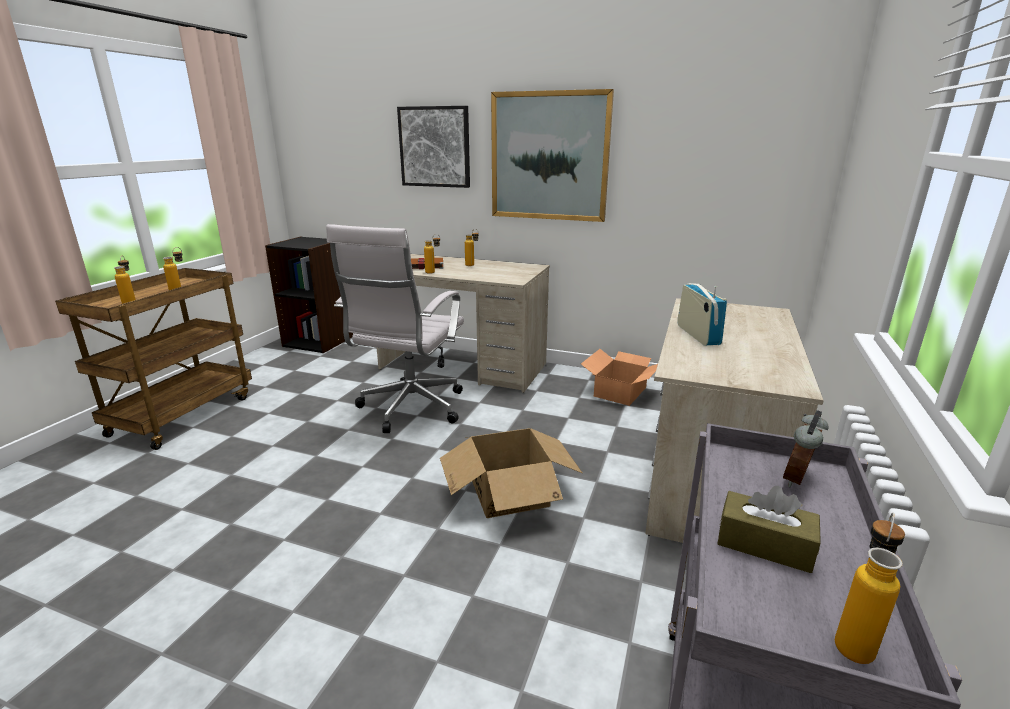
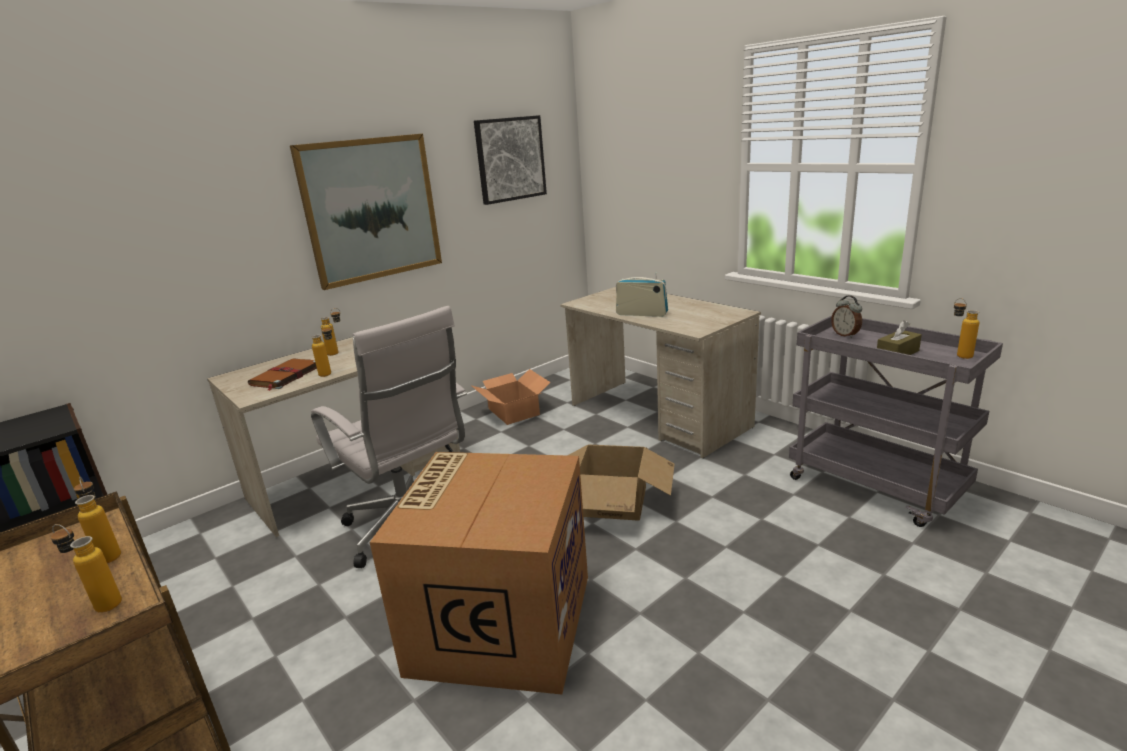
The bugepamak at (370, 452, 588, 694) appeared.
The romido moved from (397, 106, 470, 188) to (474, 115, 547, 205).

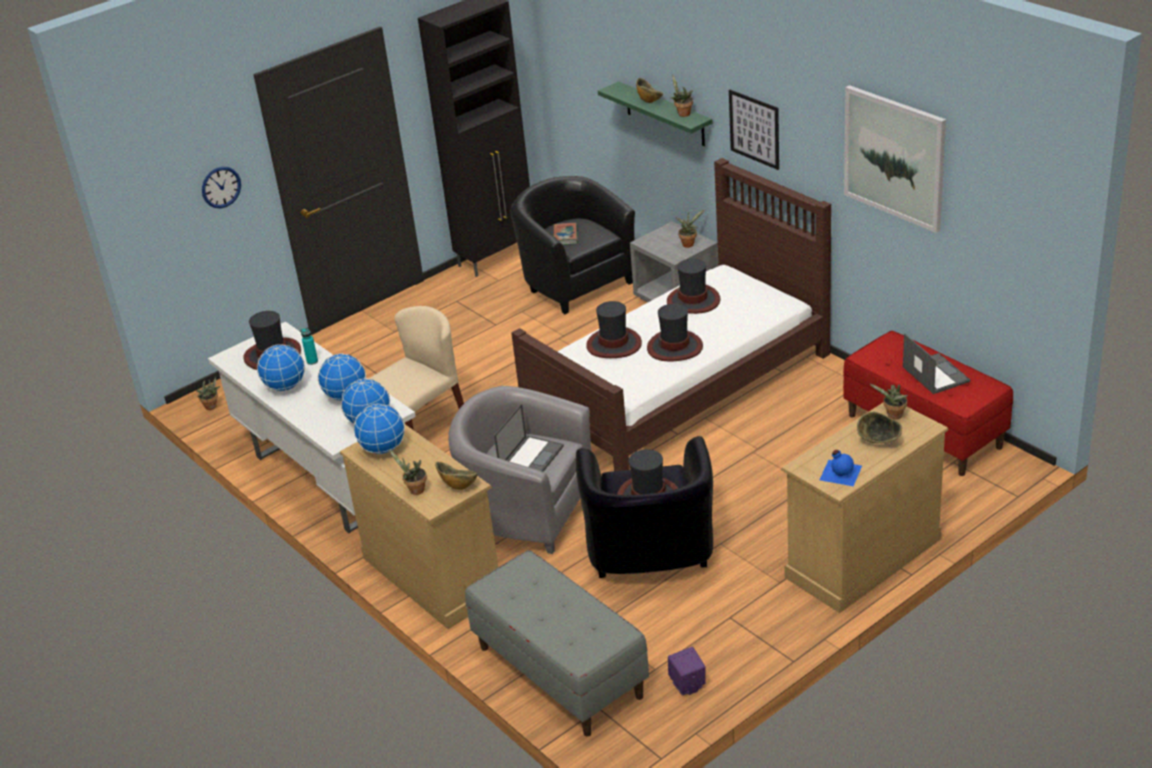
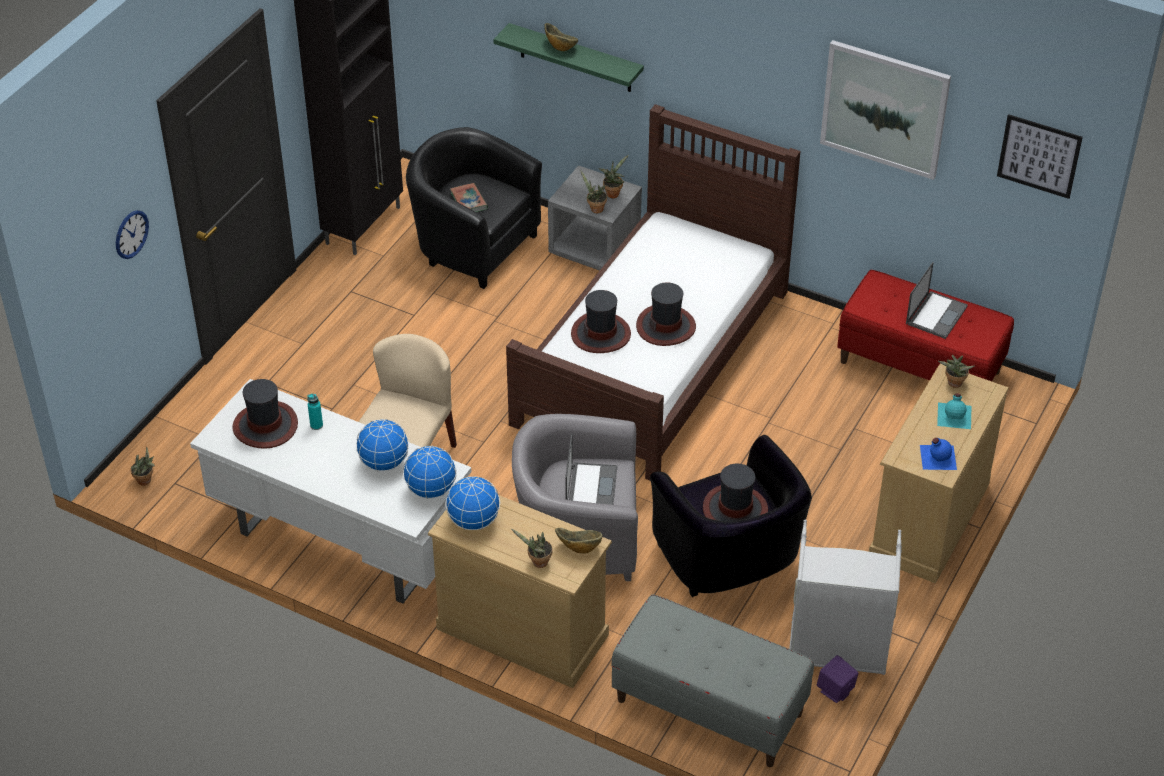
The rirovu at (257, 344, 305, 391) disappeared.
The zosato at (667, 259, 720, 314) disappeared.
The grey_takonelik at (789, 519, 902, 675) appeared.
The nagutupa moved from (671, 75, 693, 117) to (580, 170, 607, 213).
The romido moved from (729, 90, 779, 170) to (997, 114, 1083, 199).
The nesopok at (857, 412, 902, 443) was replaced by the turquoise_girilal at (937, 393, 971, 429).
The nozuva at (903, 333, 970, 394) turned 75 degrees clockwise.

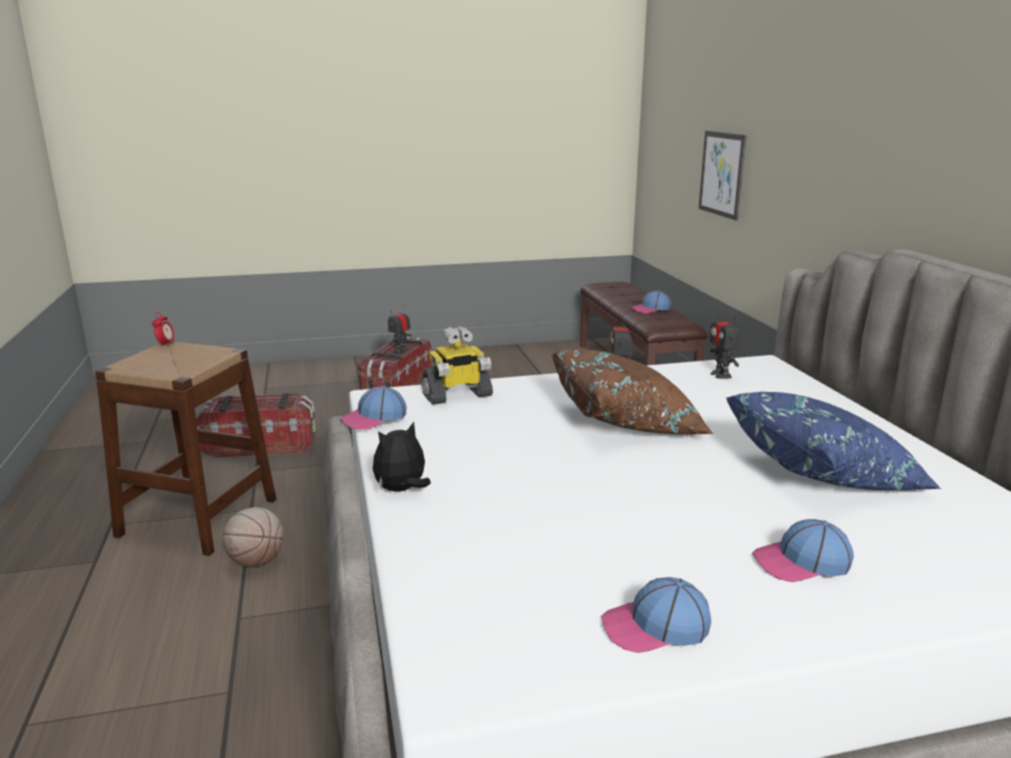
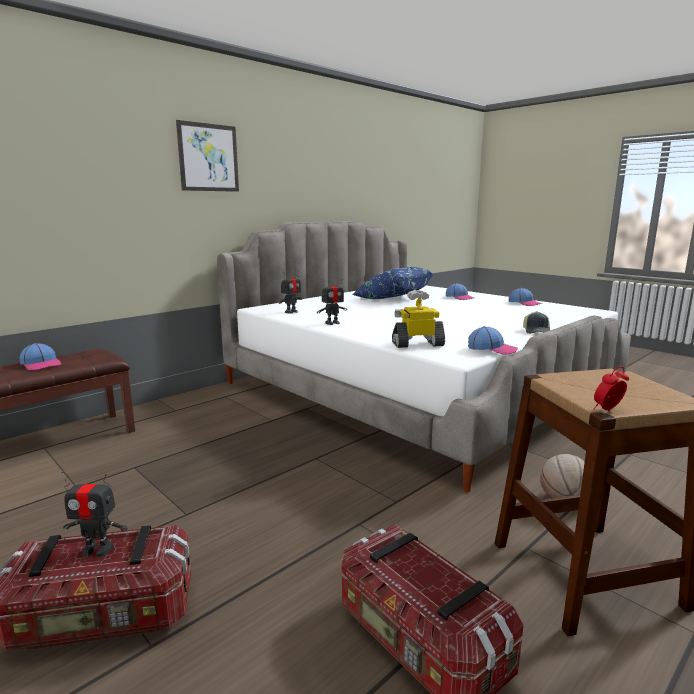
The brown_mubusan at (552, 349, 713, 434) disappeared.
The romido moved from (698, 131, 747, 220) to (176, 120, 239, 192).
The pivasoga at (373, 422, 431, 492) was replaced by the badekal at (523, 311, 550, 334).
The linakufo at (421, 326, 493, 405) turned 45 degrees counterclockwise.

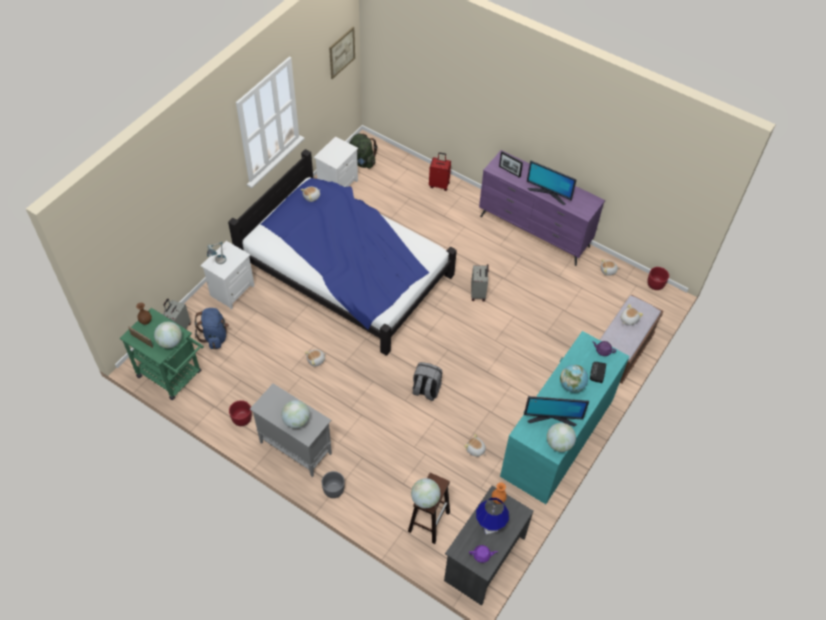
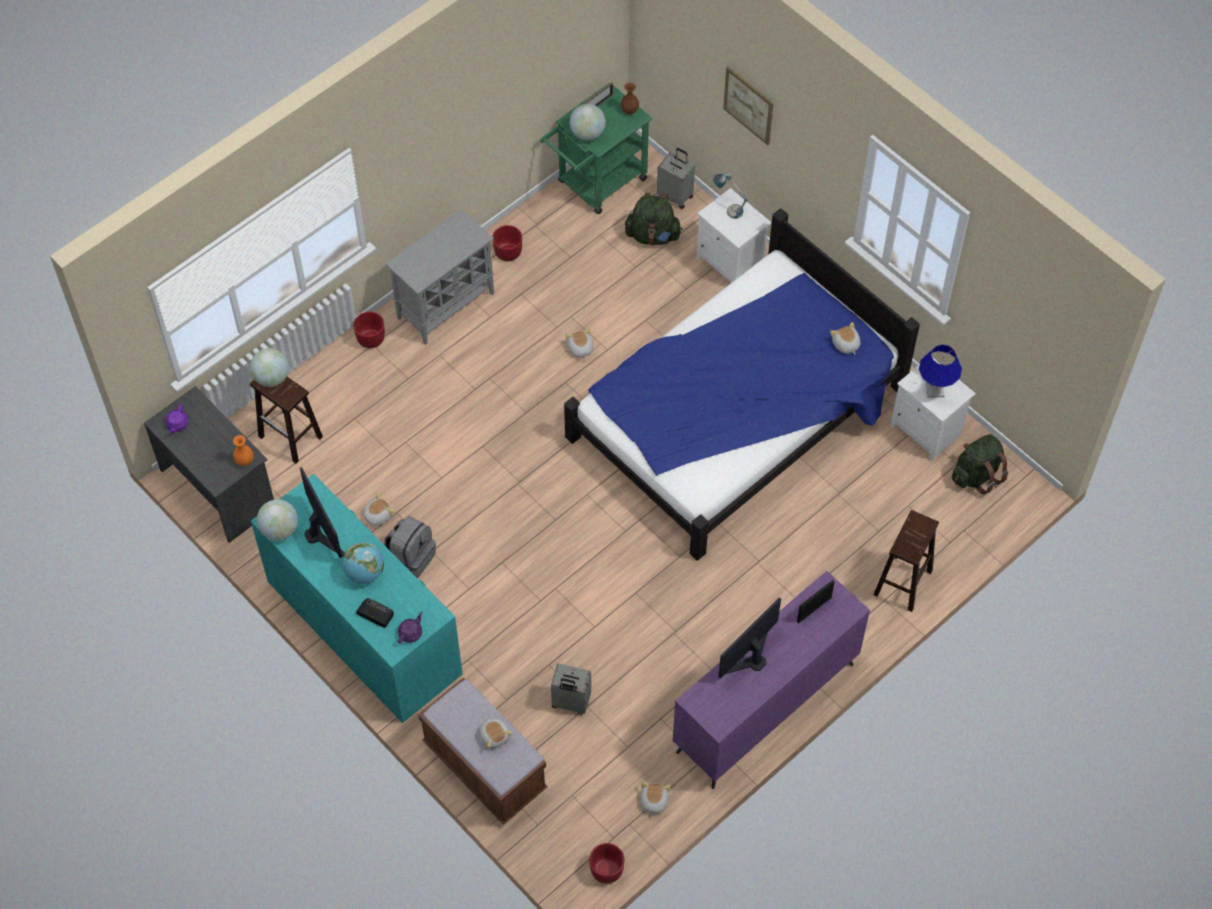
The rirovu at (281, 400, 310, 429) disappeared.
The romido moved from (329, 27, 355, 79) to (723, 67, 774, 145).
The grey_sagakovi moved from (412, 362, 442, 401) to (384, 516, 436, 578).
The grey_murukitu moved from (471, 264, 489, 301) to (551, 664, 591, 714).
The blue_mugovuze moved from (476, 498, 509, 535) to (919, 344, 962, 397).
The red_murukitu at (429, 152, 451, 191) was replaced by the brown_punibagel at (874, 510, 939, 612).
The blue_sagakovi at (194, 308, 229, 349) became the green_sagakovi at (625, 193, 682, 245).
The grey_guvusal at (322, 471, 345, 498) became the red_guvusal at (353, 312, 385, 348).
The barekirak at (524, 396, 589, 426) turned 135 degrees clockwise.

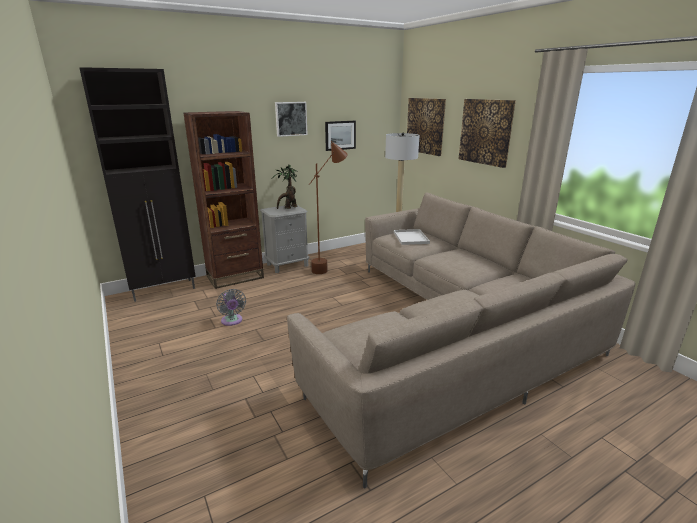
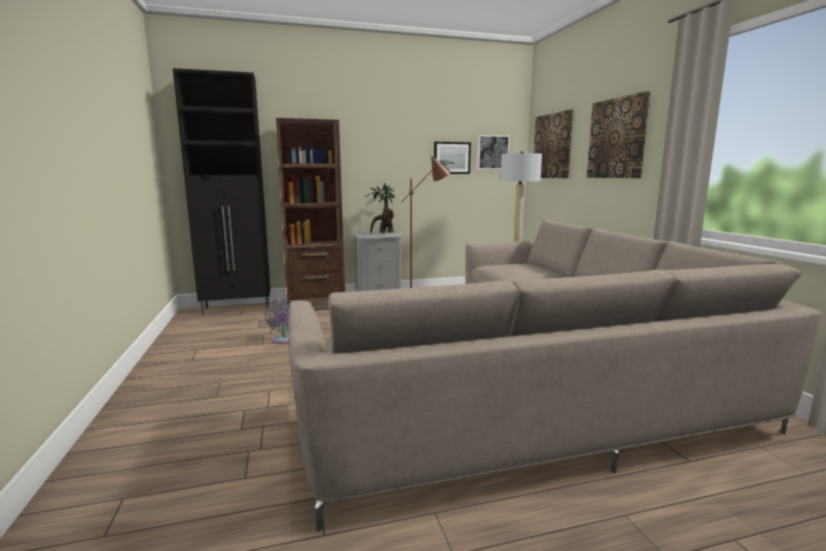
The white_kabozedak at (394, 229, 430, 245) disappeared.
The romido moved from (275, 102, 308, 137) to (477, 135, 510, 169).

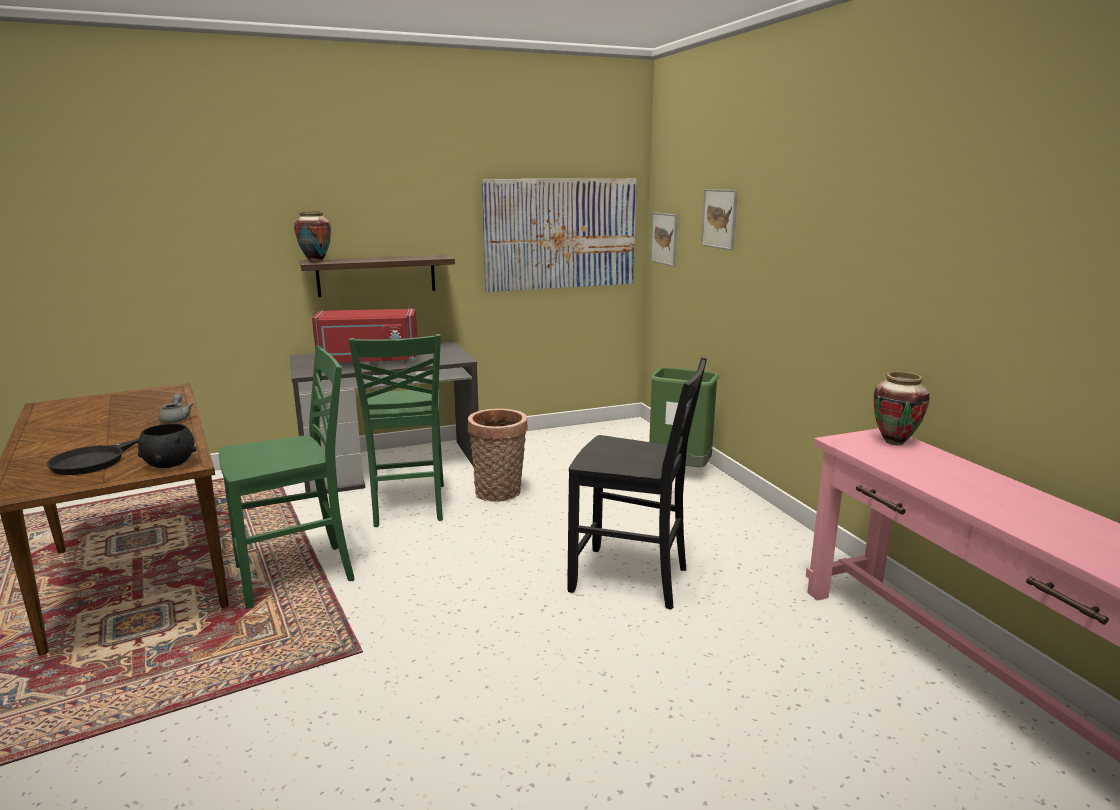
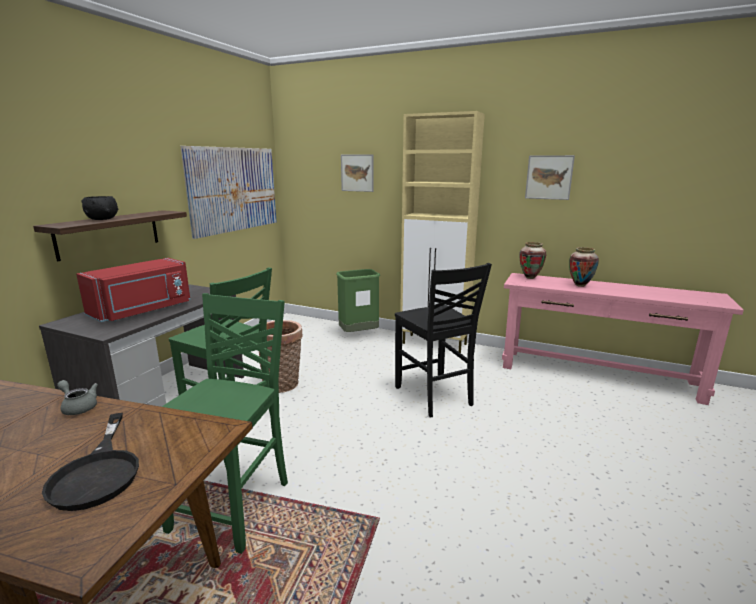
The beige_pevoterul at (400, 111, 485, 353) appeared.
The black_nesopok moved from (138, 423, 197, 468) to (81, 196, 118, 220).
The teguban moved from (294, 211, 331, 262) to (569, 247, 599, 287).
The romido moved from (650, 212, 678, 266) to (525, 155, 575, 200).
The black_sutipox at (568, 357, 707, 610) turned 90 degrees clockwise.

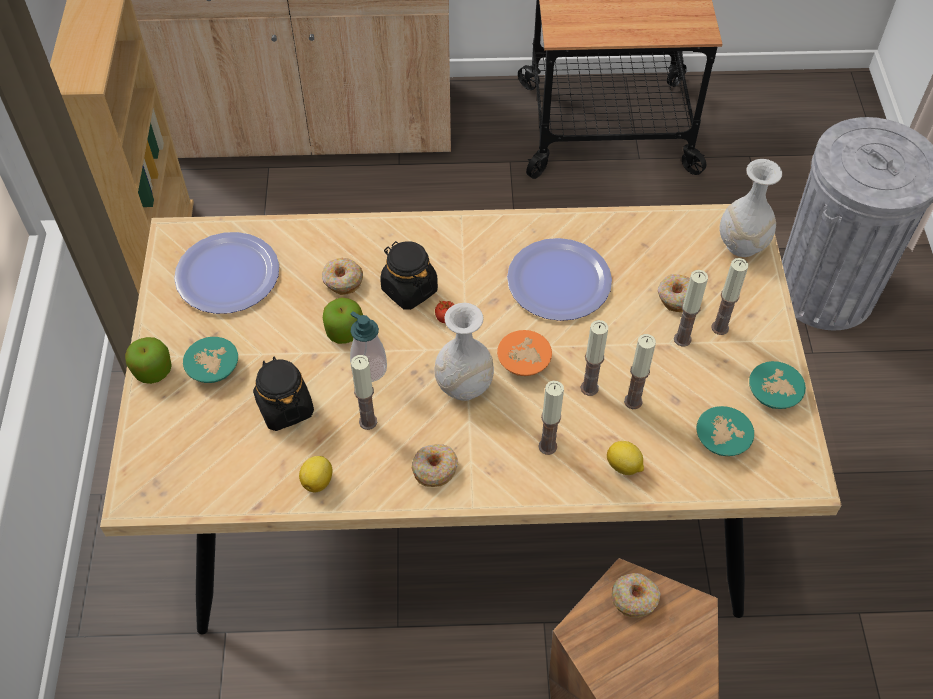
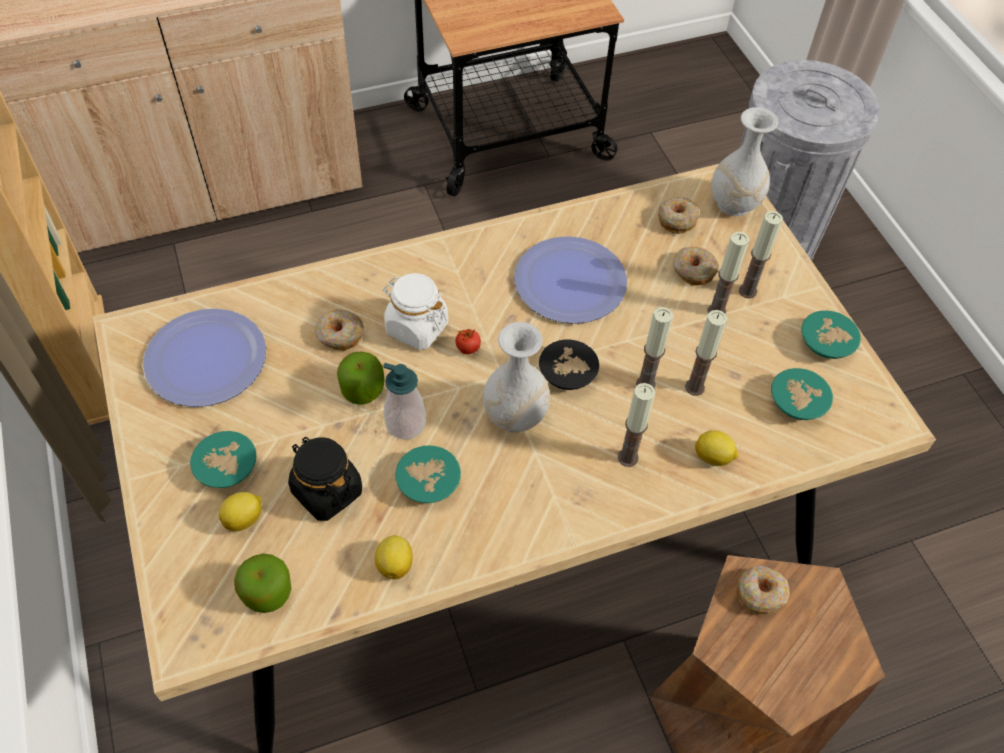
The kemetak at (219, 492, 262, 531) appeared.
The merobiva moved from (125, 337, 172, 384) to (234, 554, 291, 613).
The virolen moved from (412, 444, 458, 487) to (658, 197, 699, 234).
The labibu at (351, 355, 377, 430) was replaced by the turquoise_nesopok at (395, 445, 461, 503).
The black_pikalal at (380, 241, 438, 310) became the white_pikalal at (383, 273, 448, 350).
The orange_nesopok at (497, 330, 552, 376) became the black_nesopok at (539, 340, 599, 390).

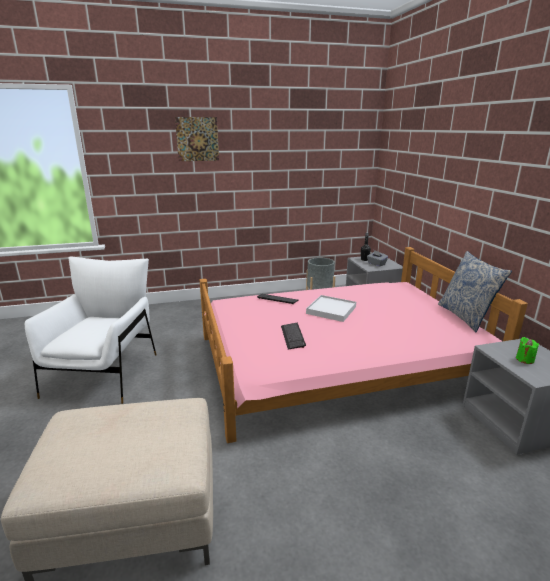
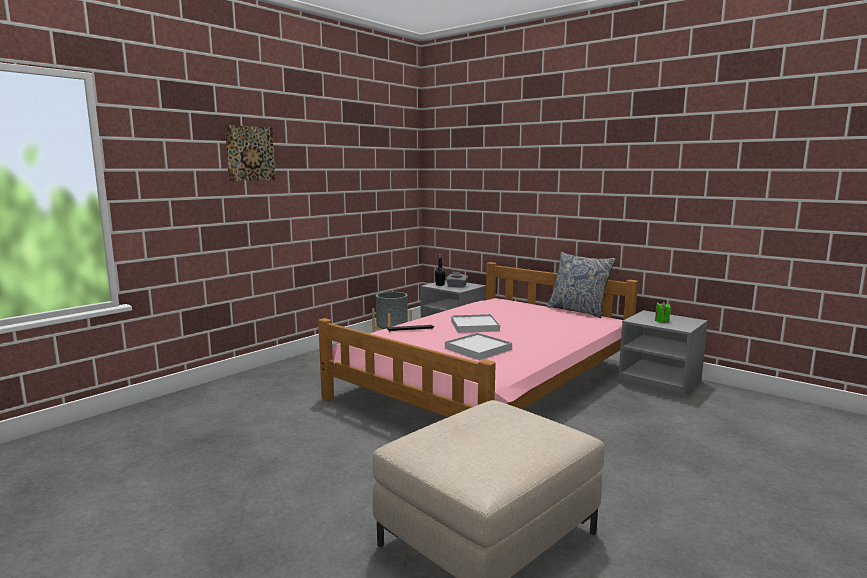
The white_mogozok at (25, 256, 157, 404) disappeared.
The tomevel at (281, 323, 306, 349) was replaced by the white_kabozedak at (445, 333, 512, 360).

